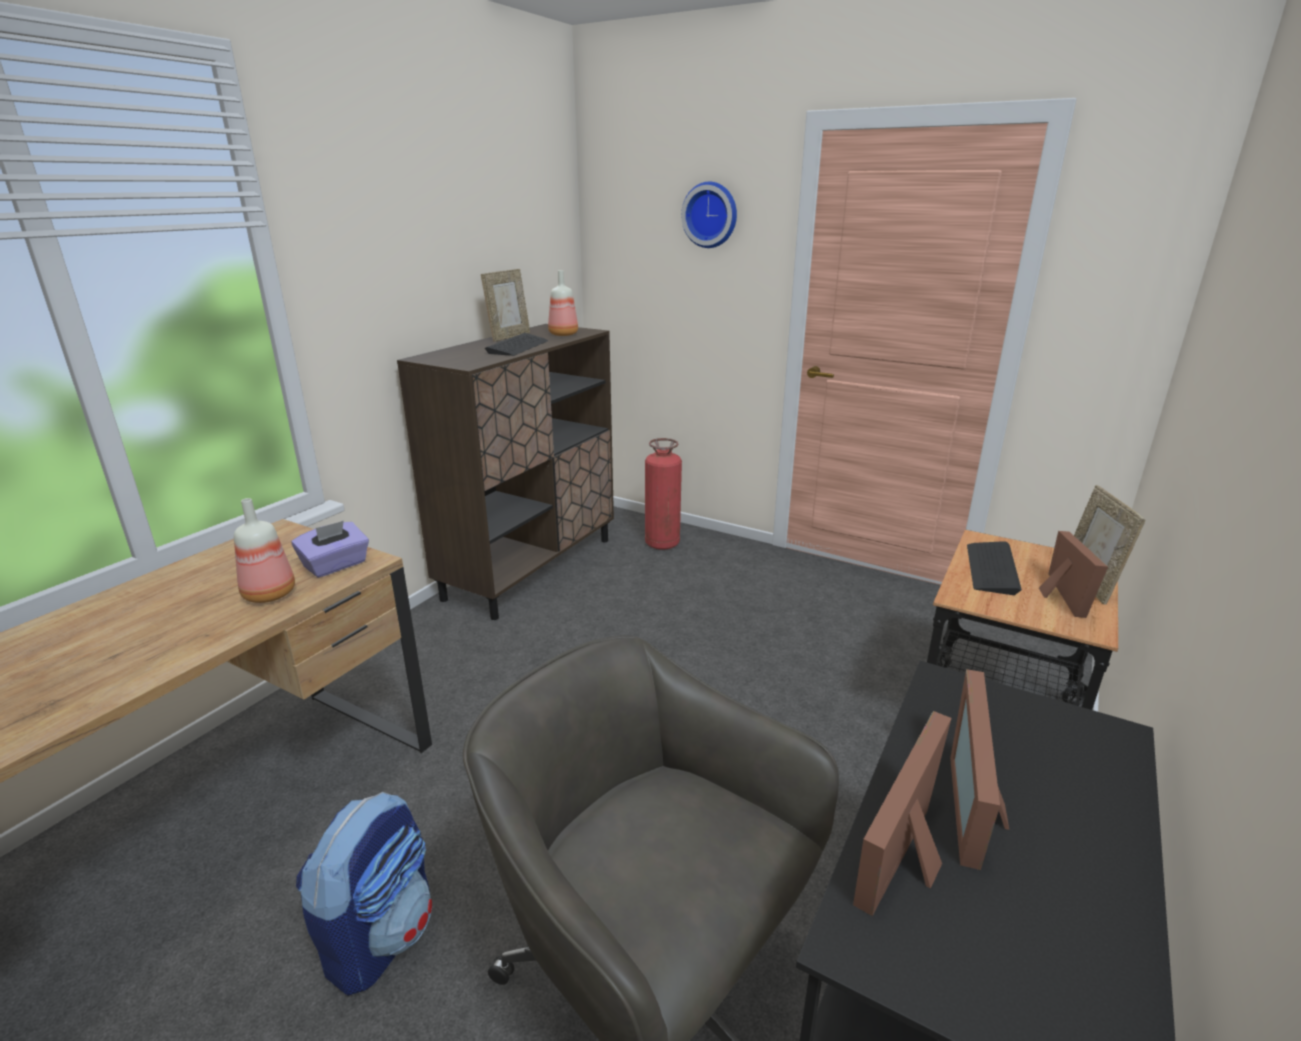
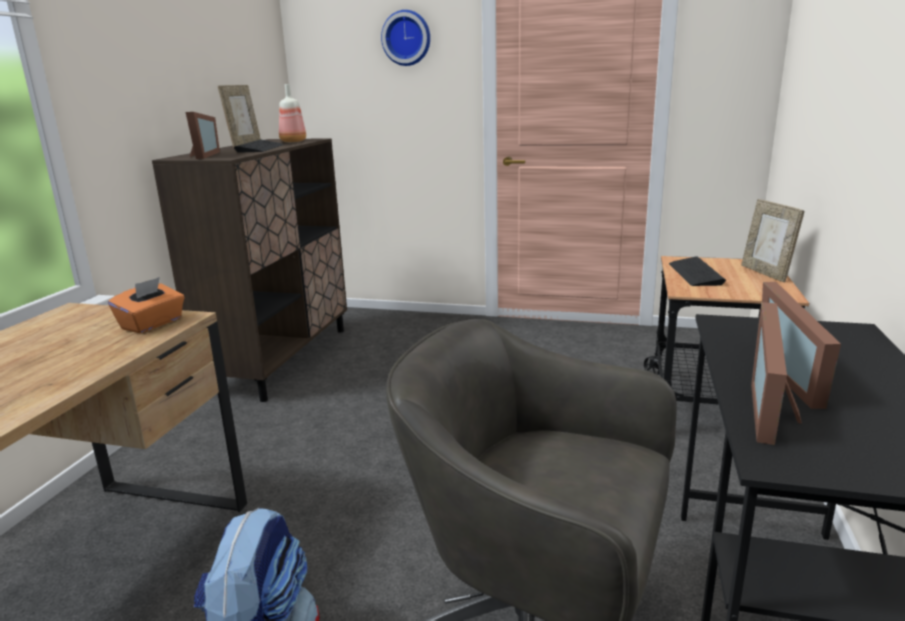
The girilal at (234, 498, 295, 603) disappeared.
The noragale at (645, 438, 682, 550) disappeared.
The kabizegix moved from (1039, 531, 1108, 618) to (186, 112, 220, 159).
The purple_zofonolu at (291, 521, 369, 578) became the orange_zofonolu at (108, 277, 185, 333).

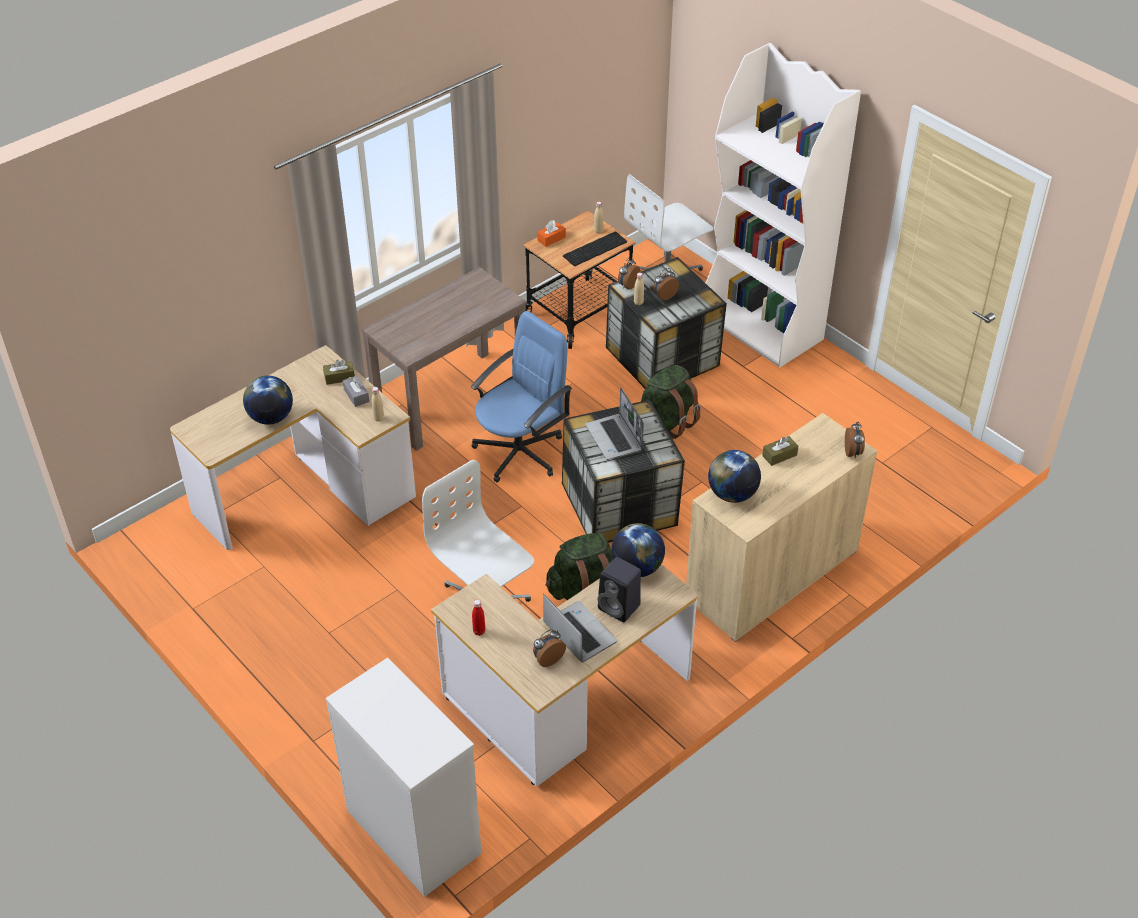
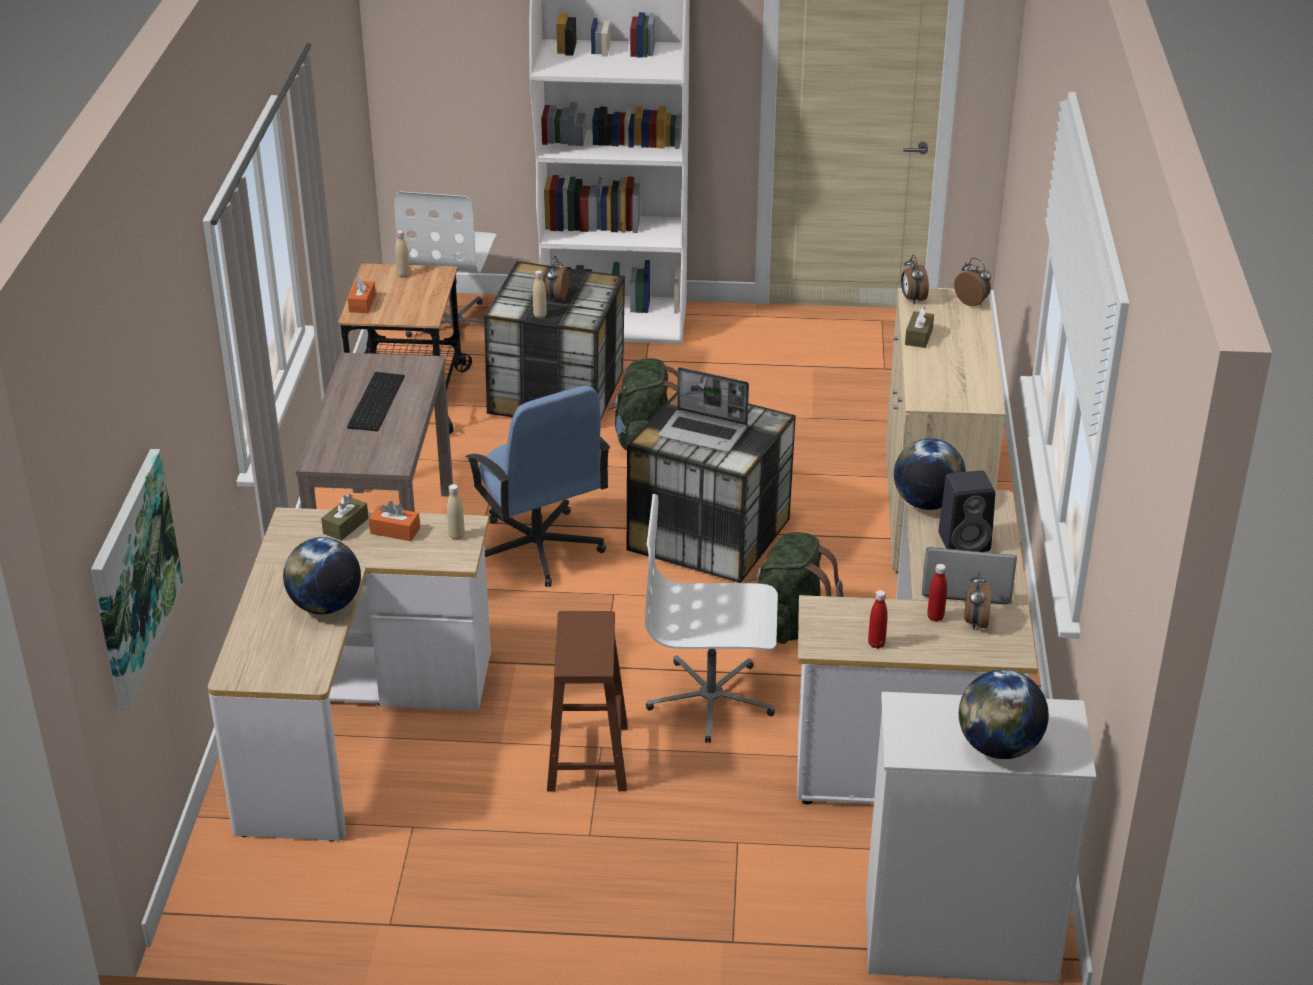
The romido at (91, 449, 184, 710) appeared.
The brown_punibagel at (547, 611, 628, 792) appeared.
The red_girilal at (927, 564, 947, 622) appeared.
The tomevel moved from (563, 231, 627, 266) to (347, 372, 405, 431).
The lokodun moved from (618, 257, 640, 290) to (901, 255, 929, 304).
The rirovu moved from (708, 450, 761, 503) to (959, 670, 1049, 759).
The grey_zofonolu at (343, 376, 369, 407) became the orange_zofonolu at (369, 501, 420, 541).
The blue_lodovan at (471, 311, 572, 482) turned 150 degrees clockwise.

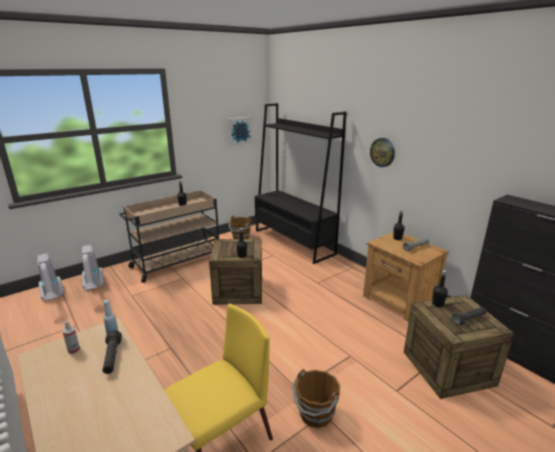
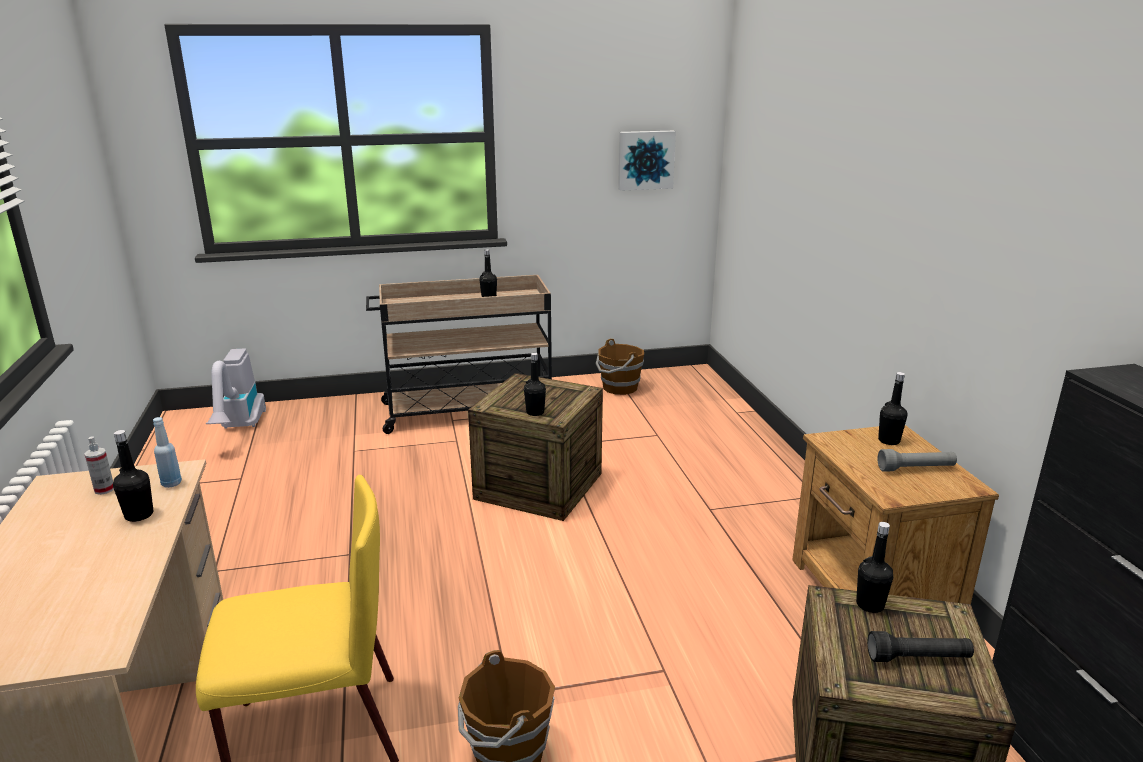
The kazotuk at (82, 245, 104, 290) disappeared.
The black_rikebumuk at (255, 103, 347, 264) disappeared.
The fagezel at (370, 138, 395, 167) disappeared.
The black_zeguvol at (103, 330, 122, 374) was replaced by the black_girilal at (113, 430, 153, 522).

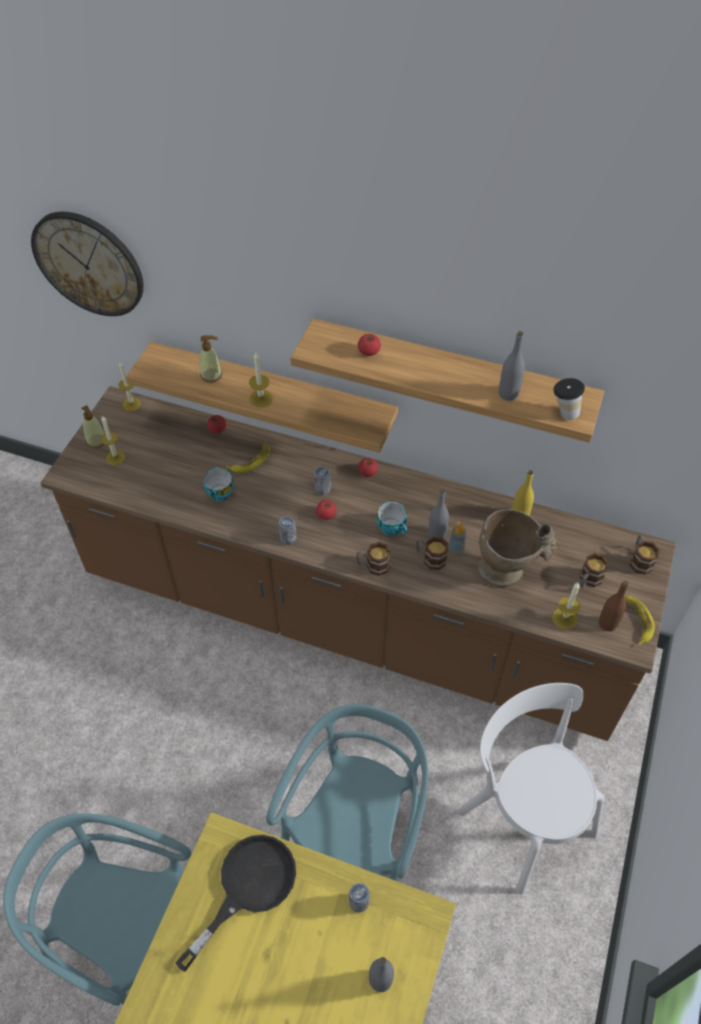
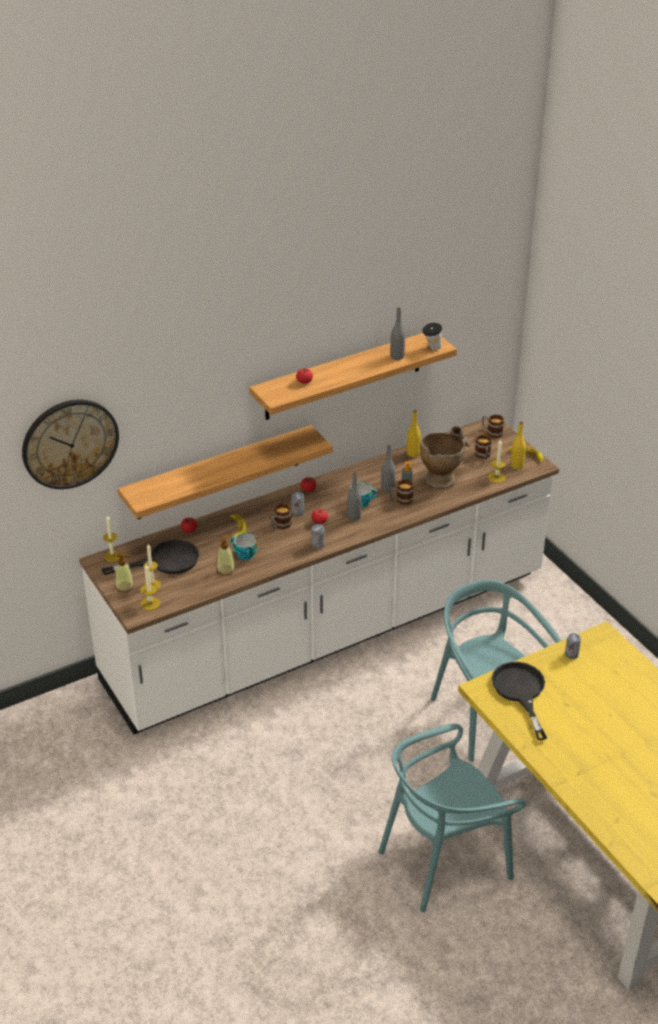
The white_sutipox at (456, 683, 604, 895) disappeared.
The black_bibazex at (102, 540, 199, 575) appeared.
The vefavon moved from (200, 335, 222, 383) to (217, 534, 235, 576).
The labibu moved from (249, 353, 273, 407) to (140, 564, 160, 610).
The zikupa moved from (356, 542, 391, 576) to (271, 503, 292, 530).
The grey_girilal moved from (369, 957, 394, 992) to (347, 472, 362, 521).
The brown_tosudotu at (40, 386, 676, 741) became the white_tosudotu at (79, 417, 559, 734).
The brown_girilal at (599, 581, 628, 631) became the yellow_girilal at (510, 422, 526, 469).

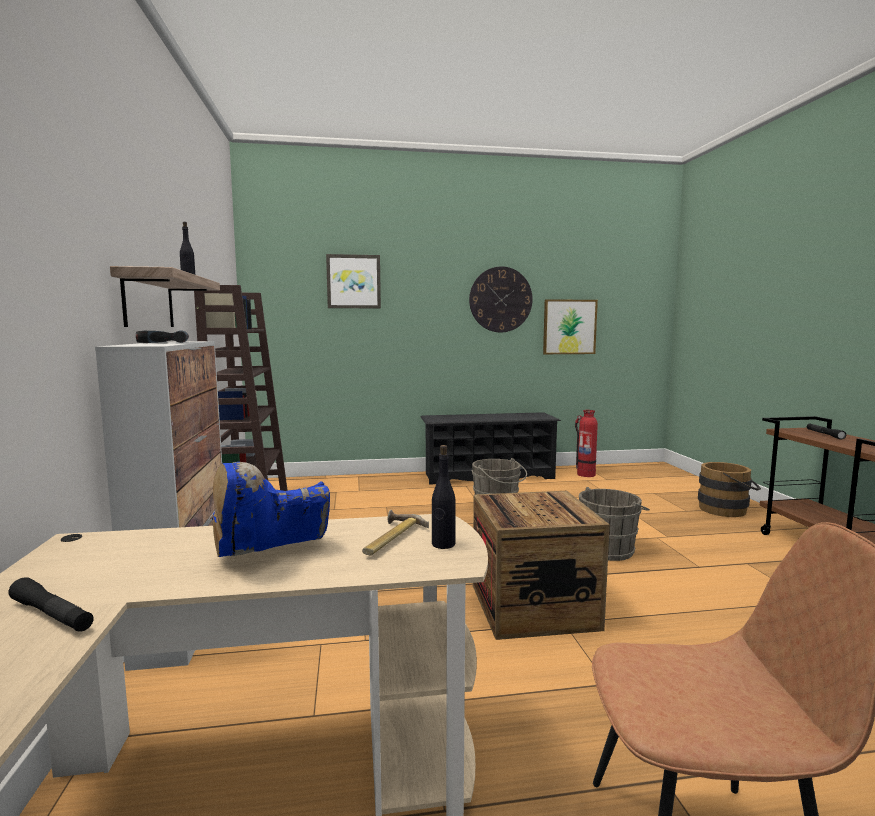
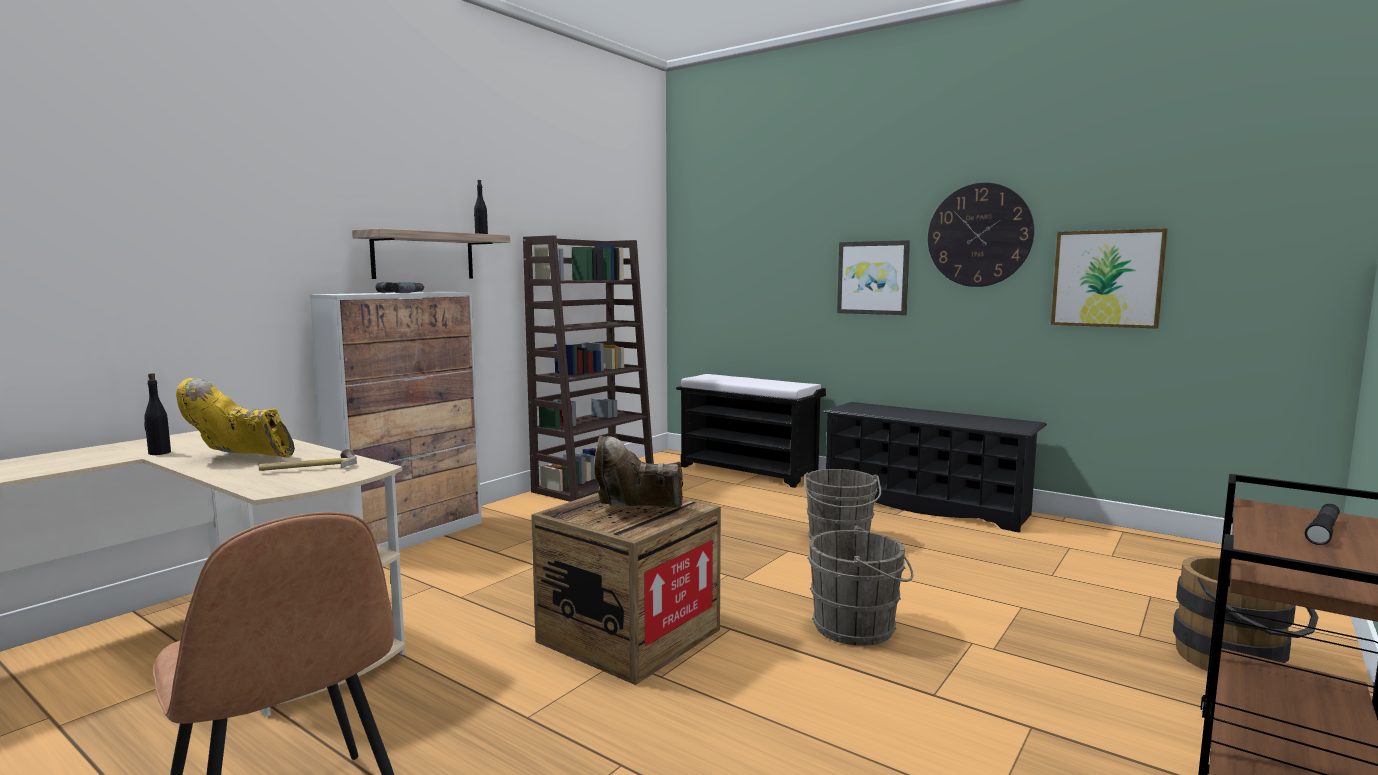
The black_zeguvol at (8, 577, 94, 632) disappeared.
The noragale at (575, 410, 598, 477) disappeared.
The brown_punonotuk at (594, 436, 683, 508) appeared.
The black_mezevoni at (676, 374, 826, 488) appeared.
The romido moved from (326, 254, 381, 308) to (837, 240, 910, 315).
The black_girilal moved from (432, 445, 456, 549) to (144, 373, 171, 455).
The blue_punonotuk at (212, 462, 330, 557) became the yellow_punonotuk at (176, 378, 295, 458).

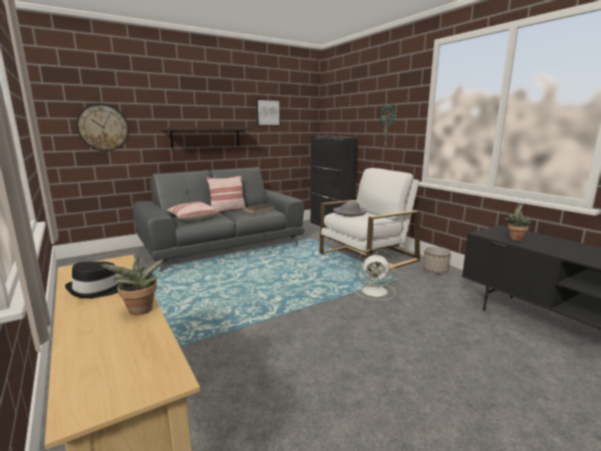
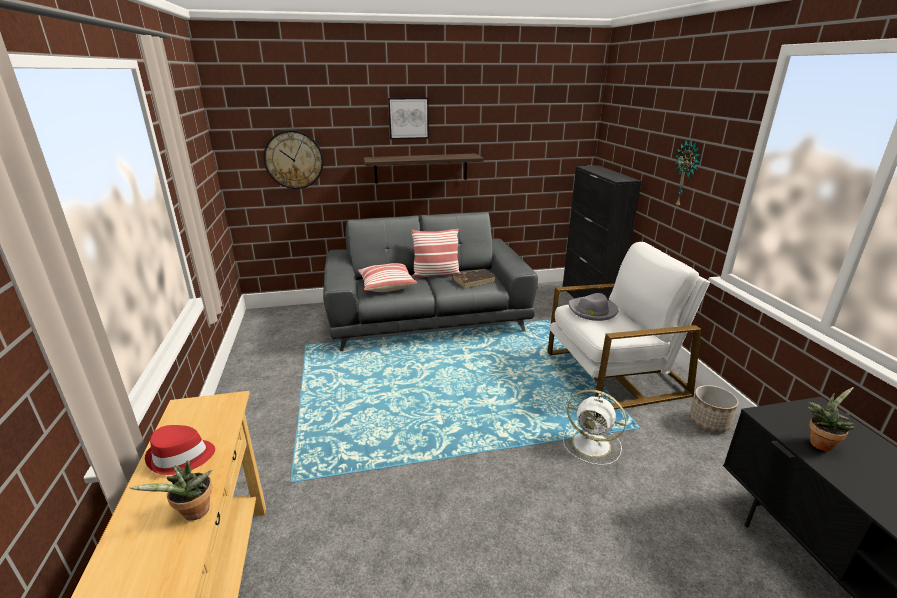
The romido moved from (256, 99, 281, 126) to (388, 98, 429, 139).
The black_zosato at (65, 262, 120, 298) became the red_zosato at (145, 425, 215, 475).

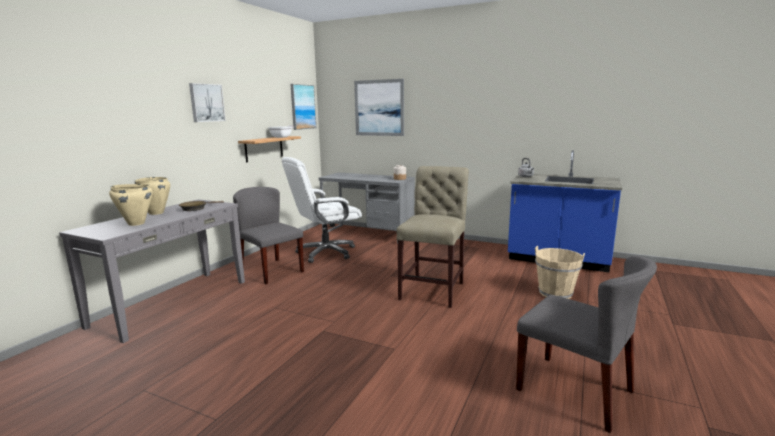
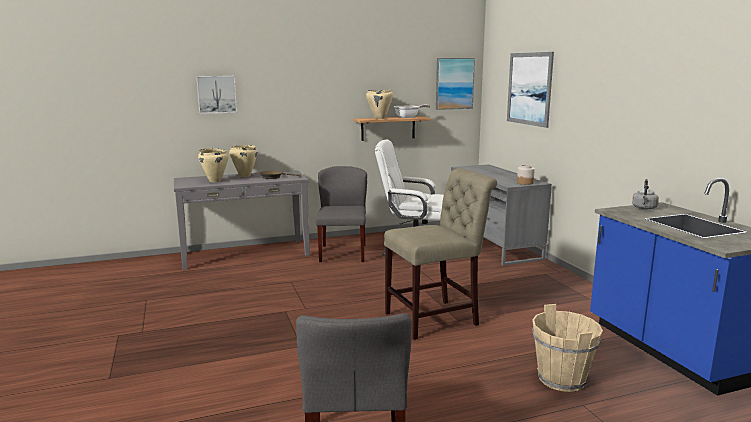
The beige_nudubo at (366, 89, 393, 119) appeared.
The romido moved from (189, 83, 226, 122) to (196, 76, 237, 114).

